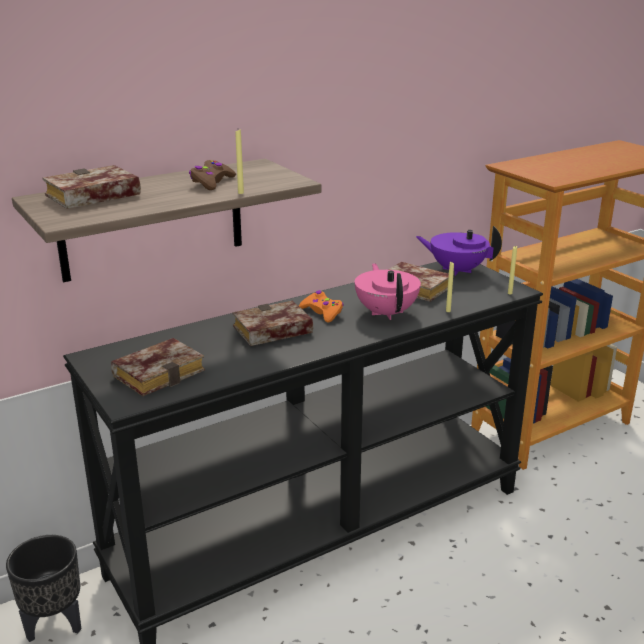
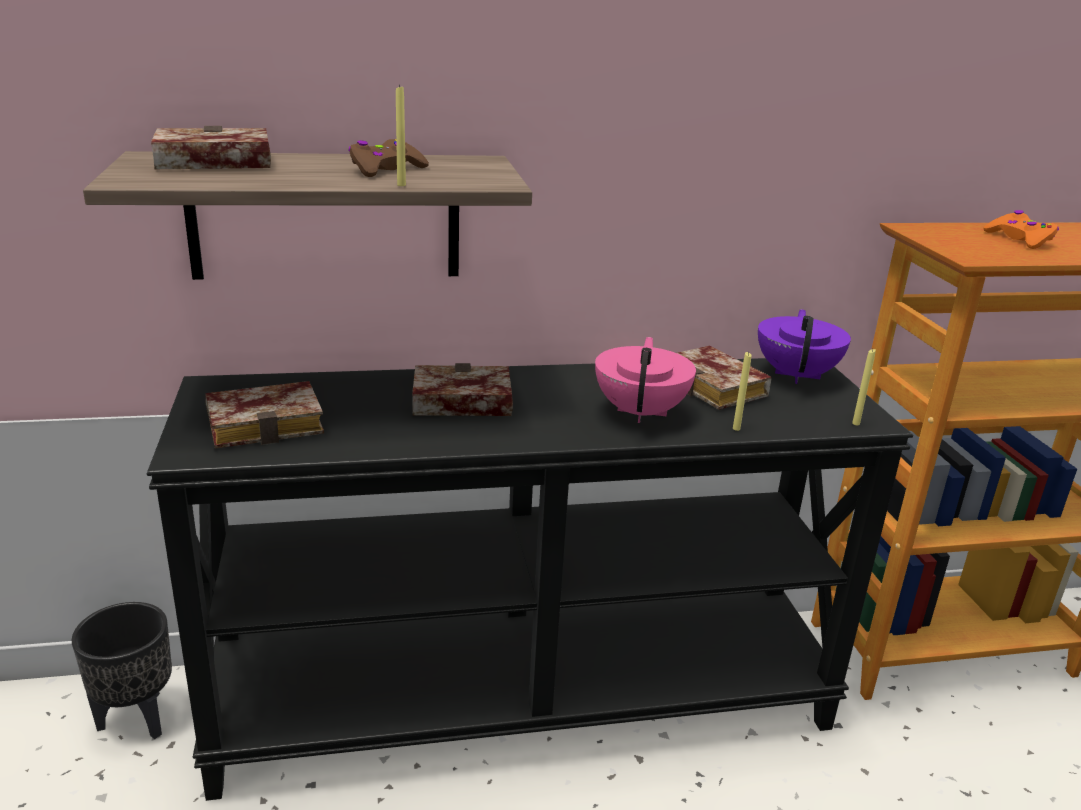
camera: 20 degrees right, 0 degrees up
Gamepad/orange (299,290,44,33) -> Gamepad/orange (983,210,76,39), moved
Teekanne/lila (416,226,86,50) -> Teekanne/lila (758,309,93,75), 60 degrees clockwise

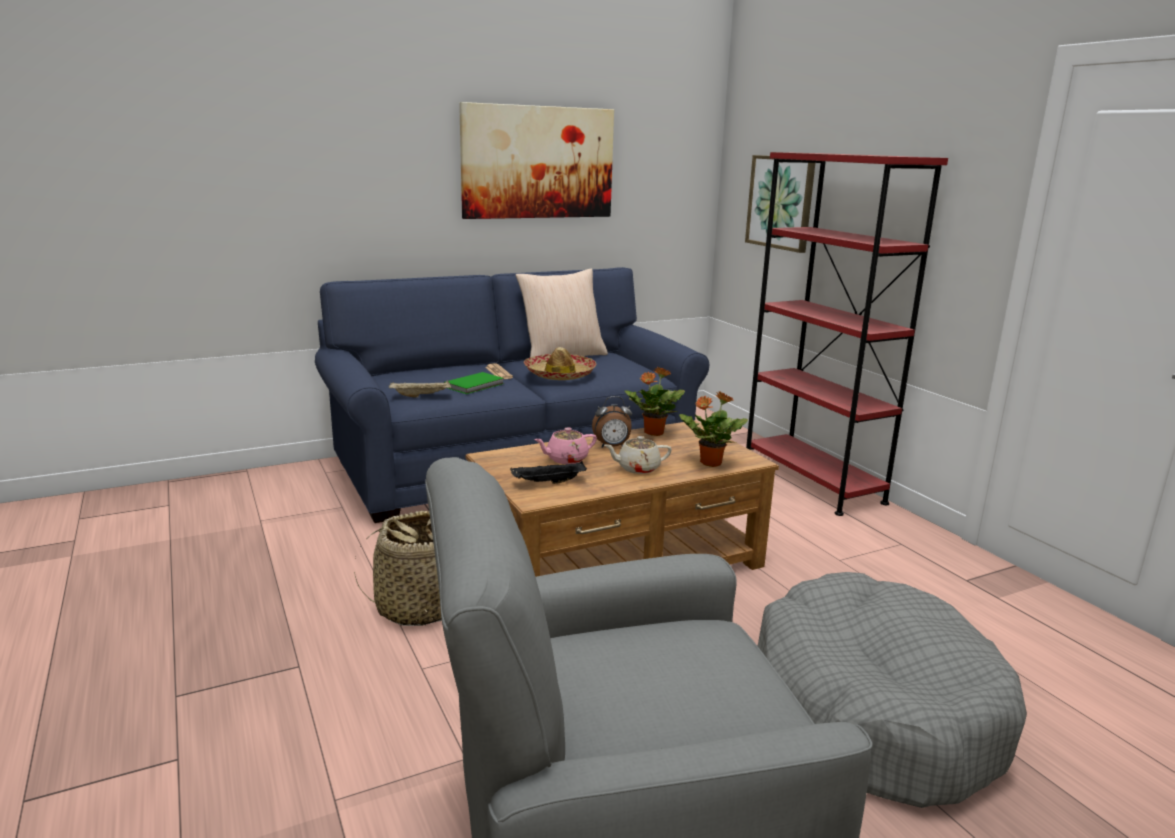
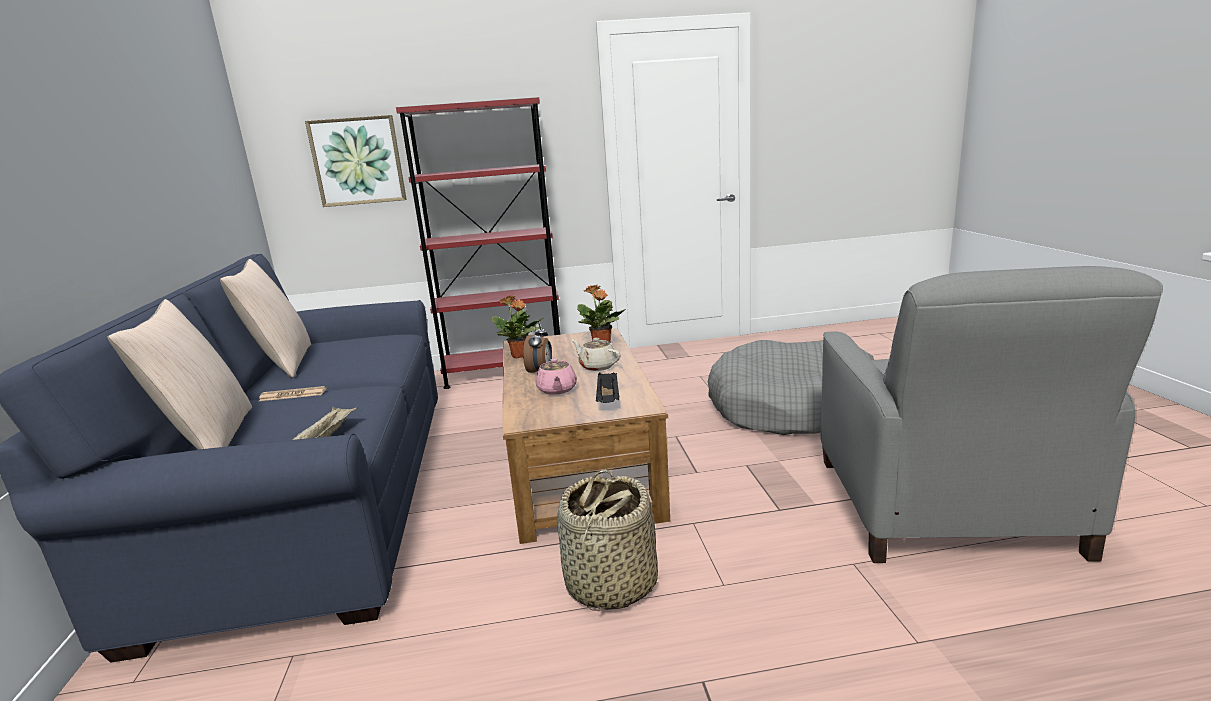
camera: 70 degrees left, 0 degrees up
Buch/grün (444,372,60,22) -> none
Bild (459,102,155,117) -> none
Hut (524,347,72,33) -> none
Teekanne/beige (604,436,68,38) -> Teekanne/beige (572,338,49,33), 120 degrees clockwise
none -> Kissen/beige (108,299,144,151)

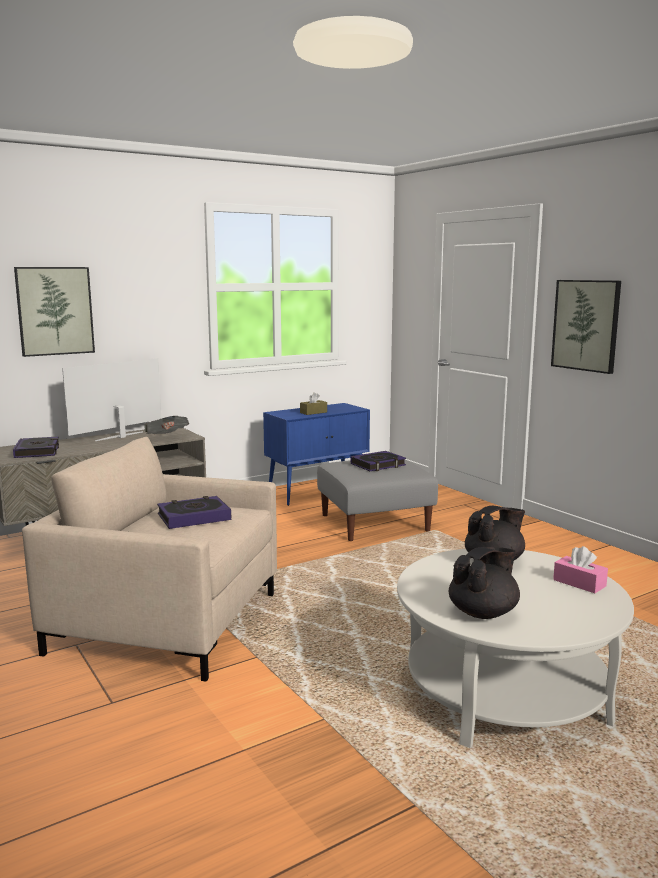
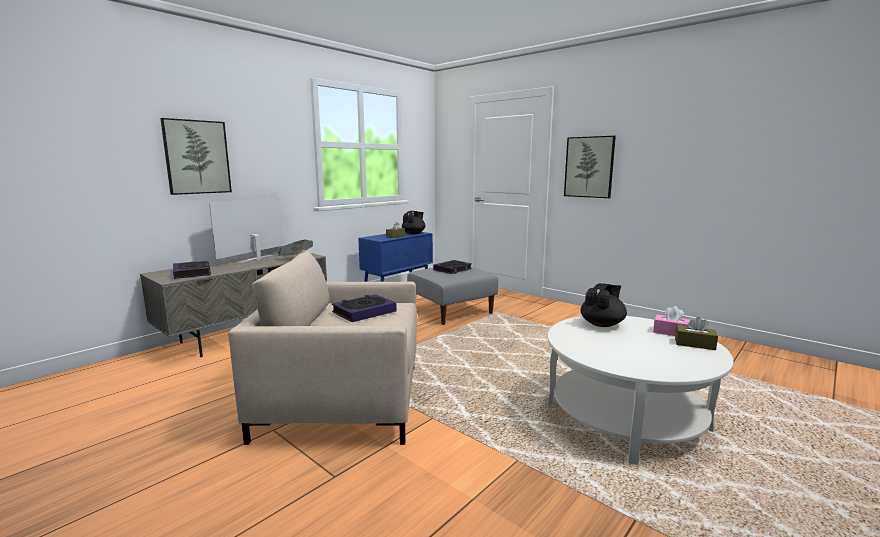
camera: 15 degrees left, 0 degrees up
Teekanne/schwarz (449,547,71,72) -> Teekanne/schwarz (402,211,23,23), moved
none -> Taschentuchbox/braun (675,317,43,33)

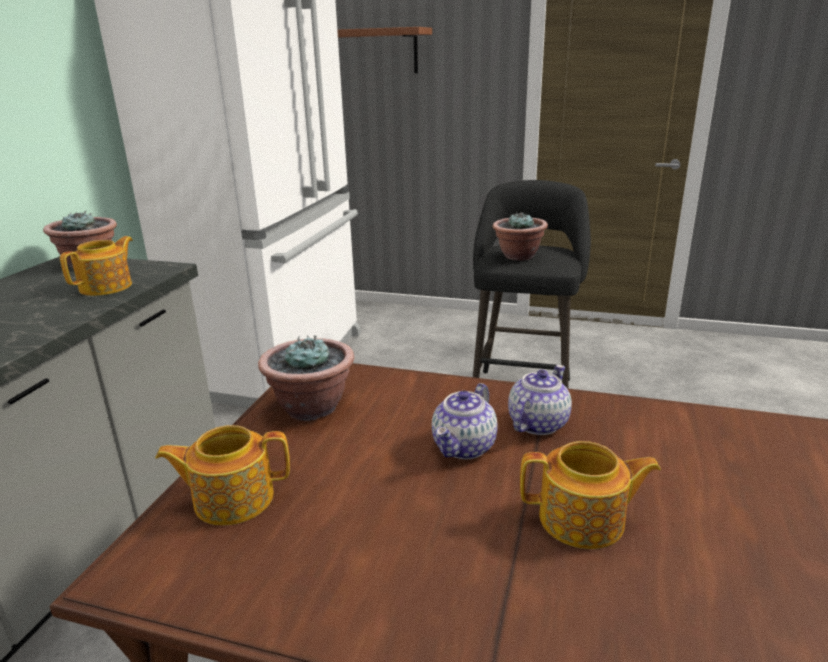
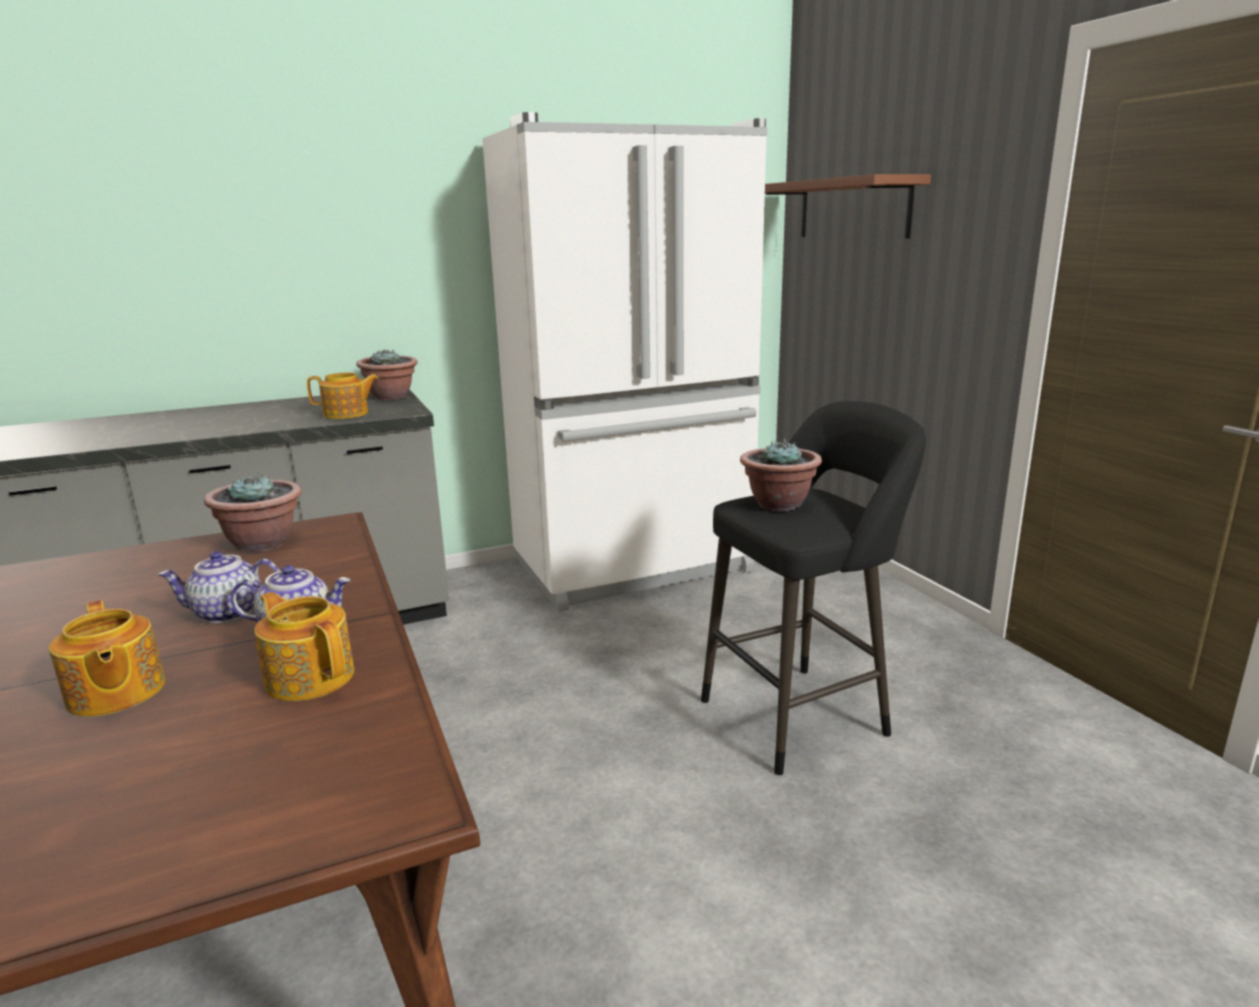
camera: 50 degrees right, 5 degrees down
Teekanne (155,425,135,100) -> Teekanne (254,592,100,109), moved

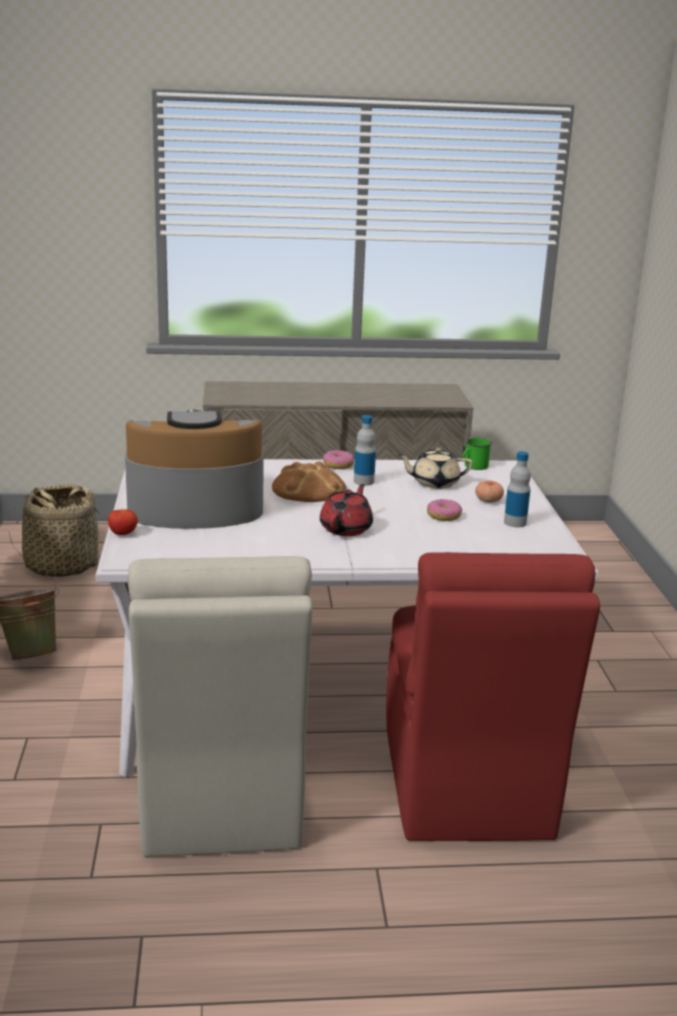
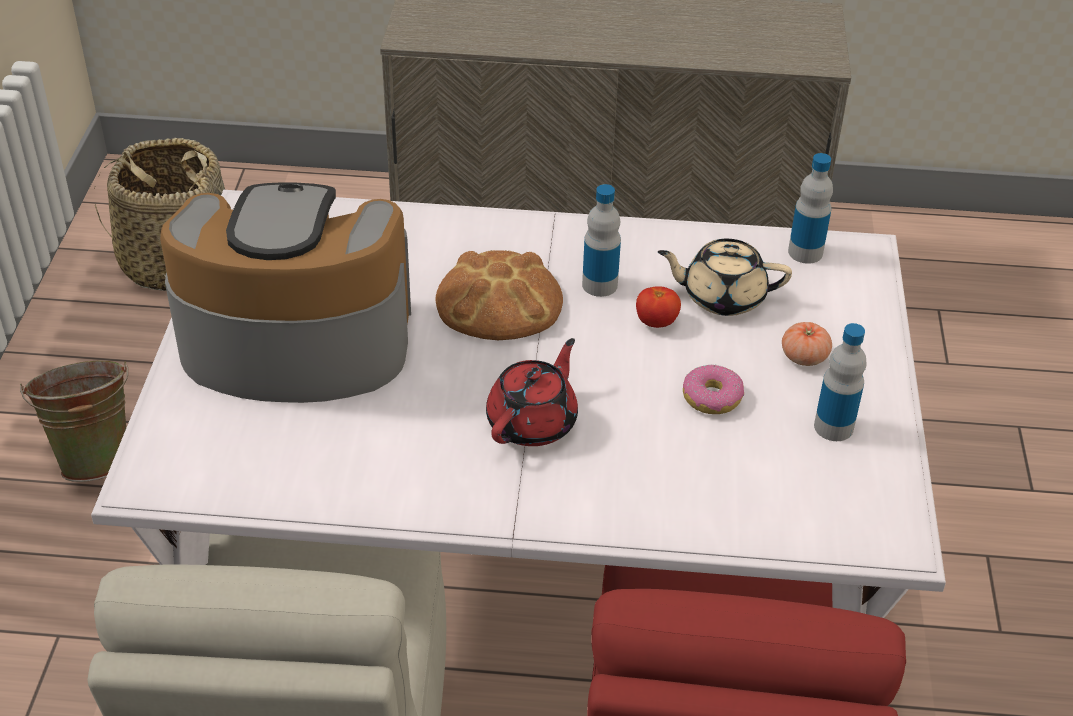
camera: 10 degrees right, 20 degrees up
Tomate (108,509,30,26) -> Tomate (636,286,45,42), moved
Donut (323,450,31,19) -> none
Henkelbecher/grün (463,438,29,32) -> Flasche (788,153,45,111)

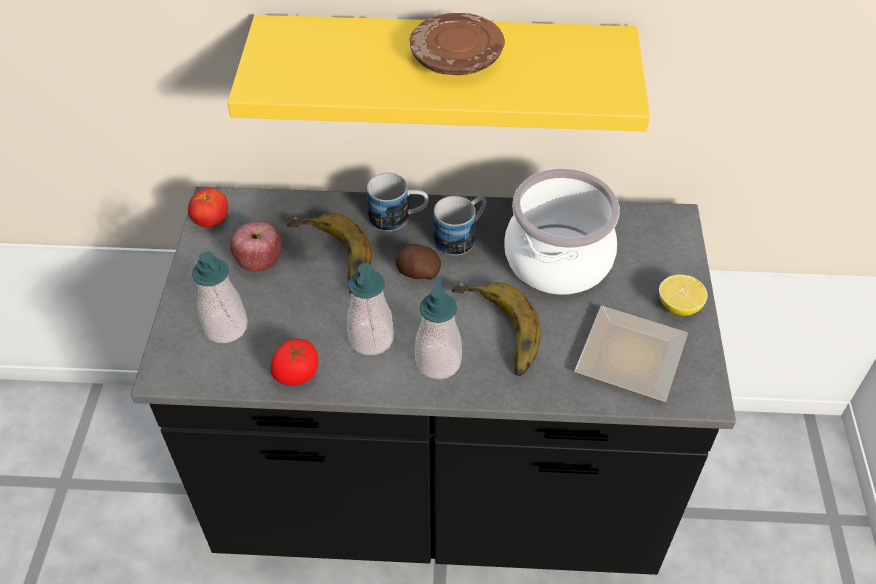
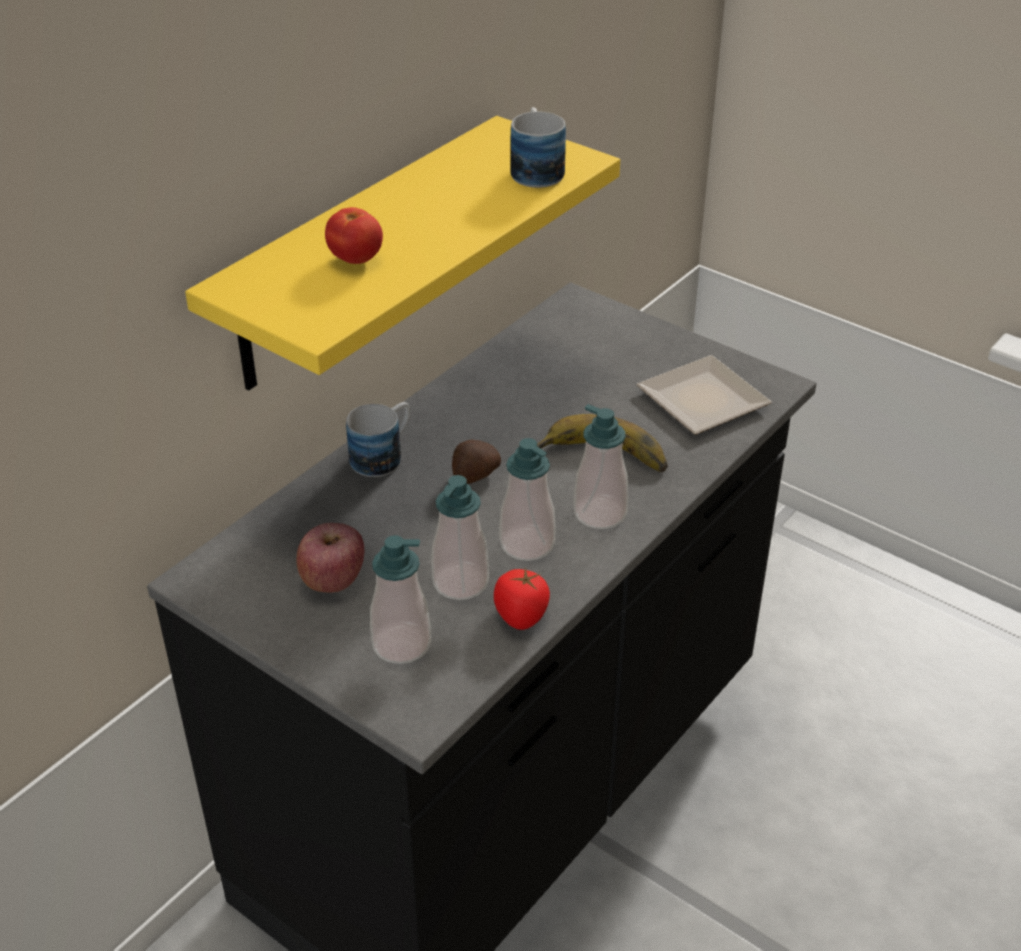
camera: 55 degrees left, 10 degrees down
Tomate (188,188,40,40) -> Tomate (325,207,58,57), moved
Banane (287,213,84,81) -> none
Teller/braun (410,13,95,62) -> none
Henkelbecher (433,196,53,60) -> Henkelbecher (510,107,56,81), moved
Kochtopf (504,168,116,127) -> none
Zitrone (659,274,49,42) -> none
none -> Seifenspender (431,475,58,125)

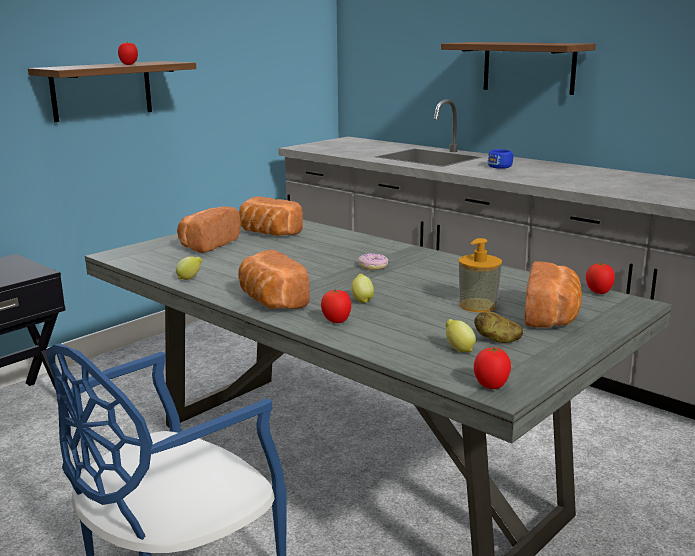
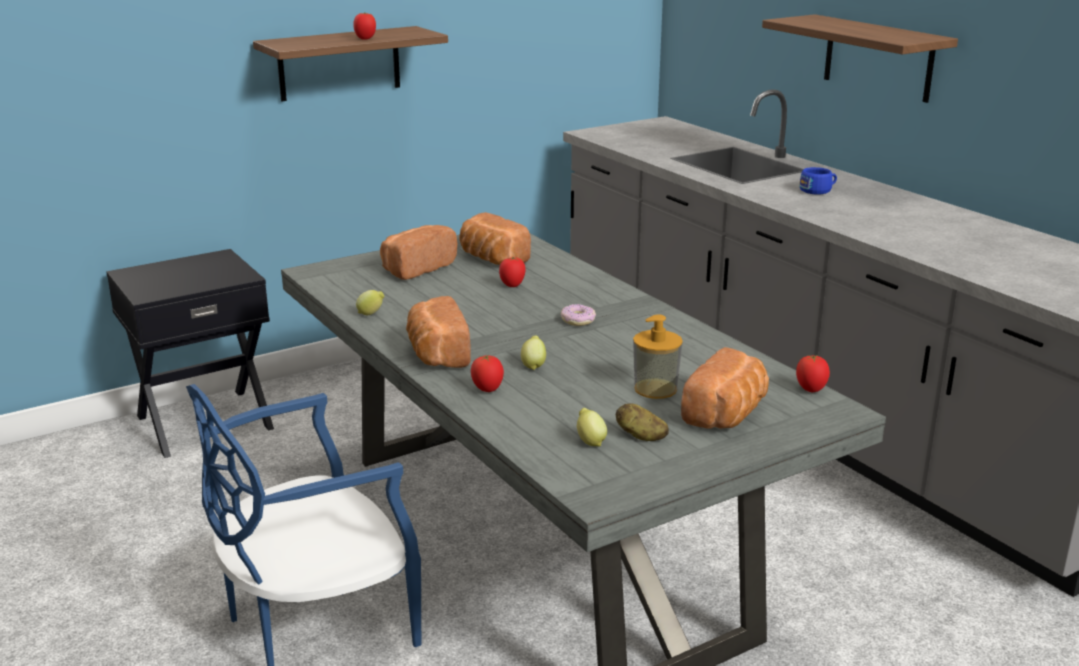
camera: 15 degrees right, 5 degrees up
Tomate (474,347,37,42) -> Tomate (499,257,27,30), moved

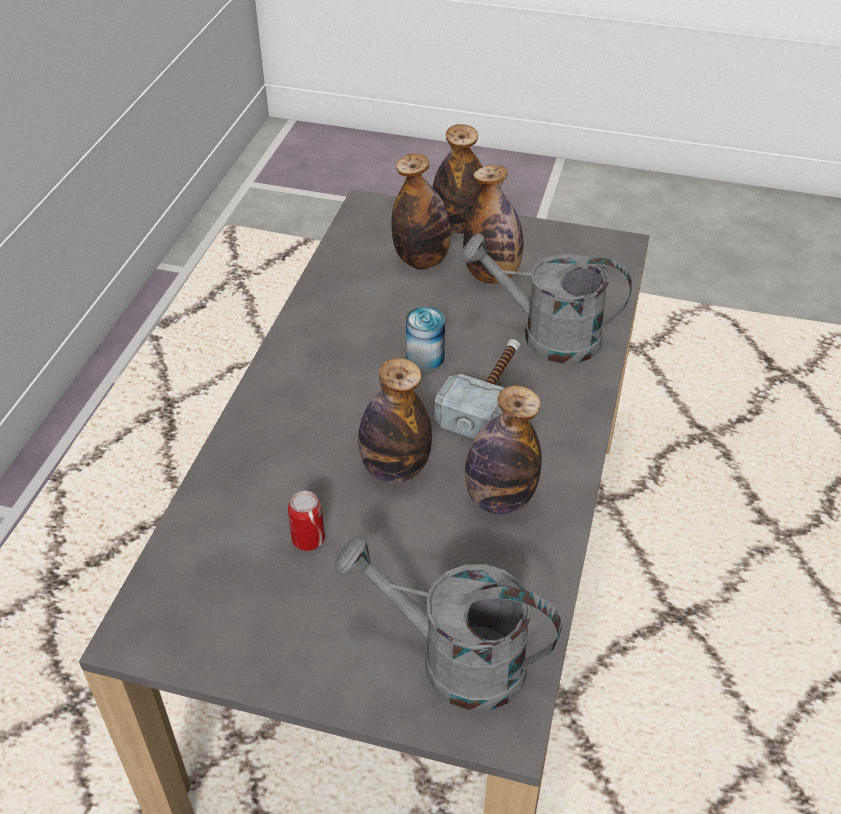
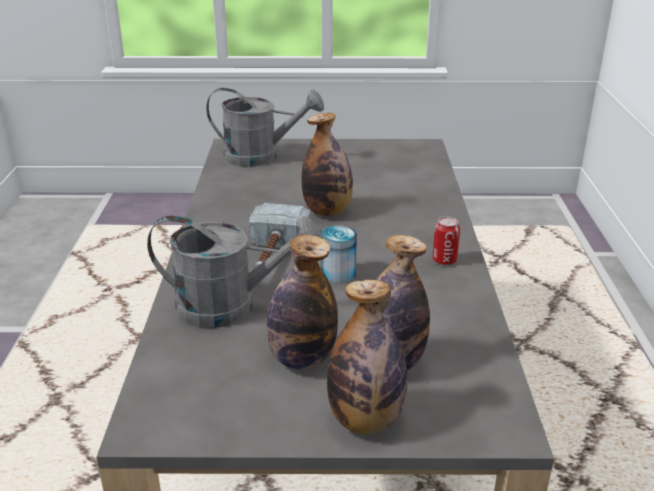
camera: 165 degrees right, 15 degrees down
Dose (288,491,37,60) -> Dose (433,217,27,48), moved
Flasche (465,386,77,129) -> none

